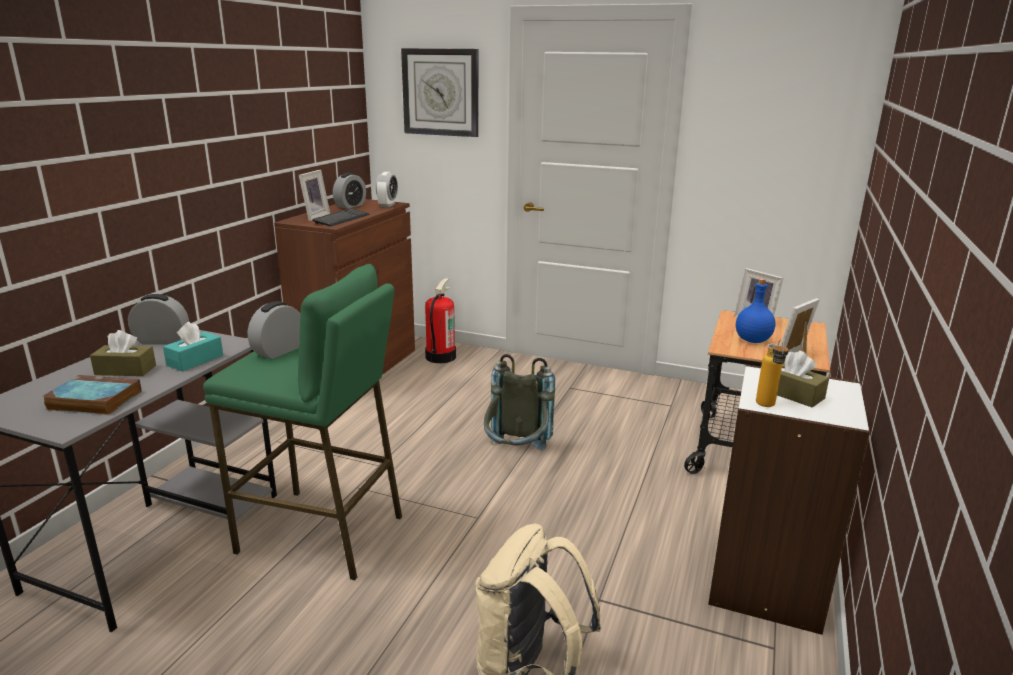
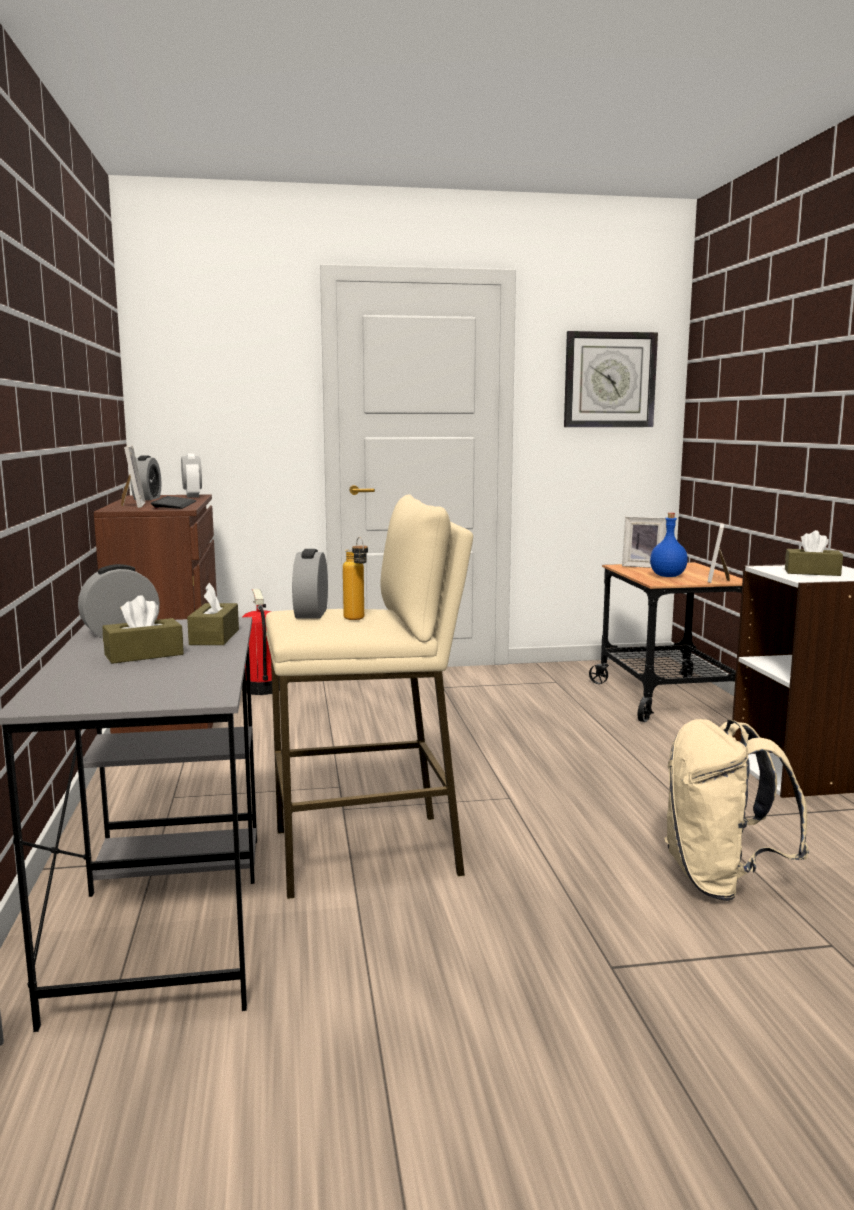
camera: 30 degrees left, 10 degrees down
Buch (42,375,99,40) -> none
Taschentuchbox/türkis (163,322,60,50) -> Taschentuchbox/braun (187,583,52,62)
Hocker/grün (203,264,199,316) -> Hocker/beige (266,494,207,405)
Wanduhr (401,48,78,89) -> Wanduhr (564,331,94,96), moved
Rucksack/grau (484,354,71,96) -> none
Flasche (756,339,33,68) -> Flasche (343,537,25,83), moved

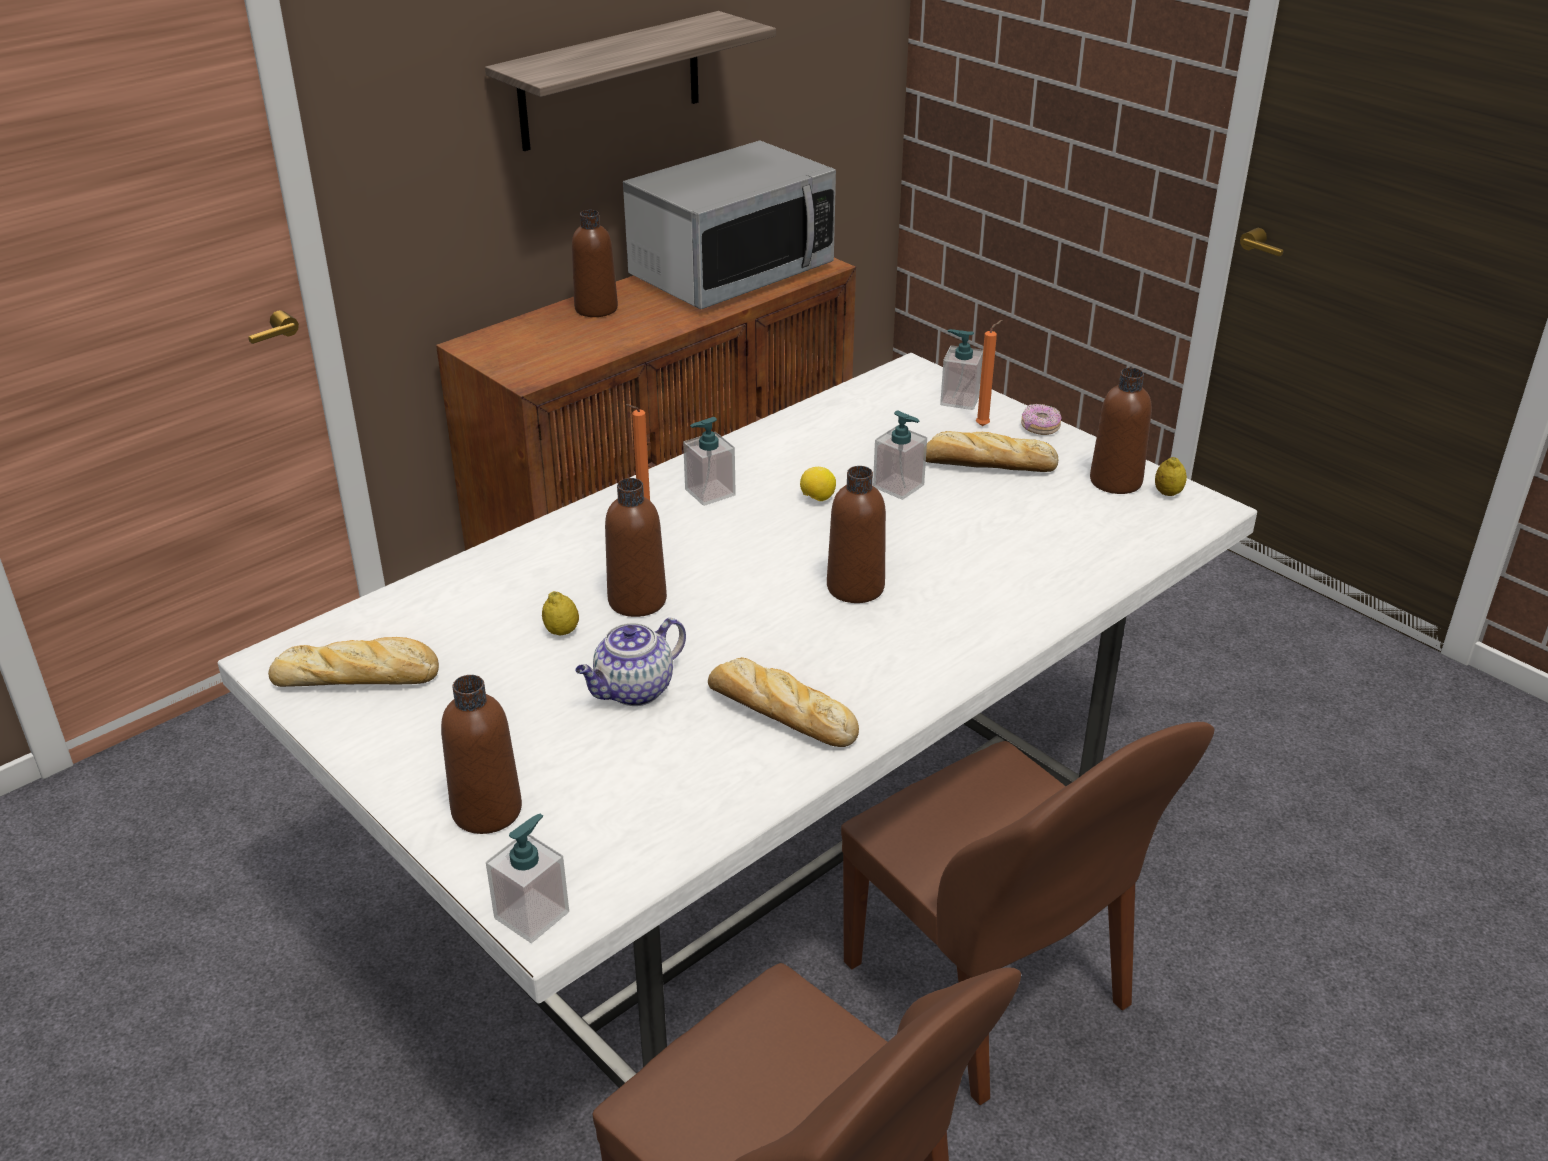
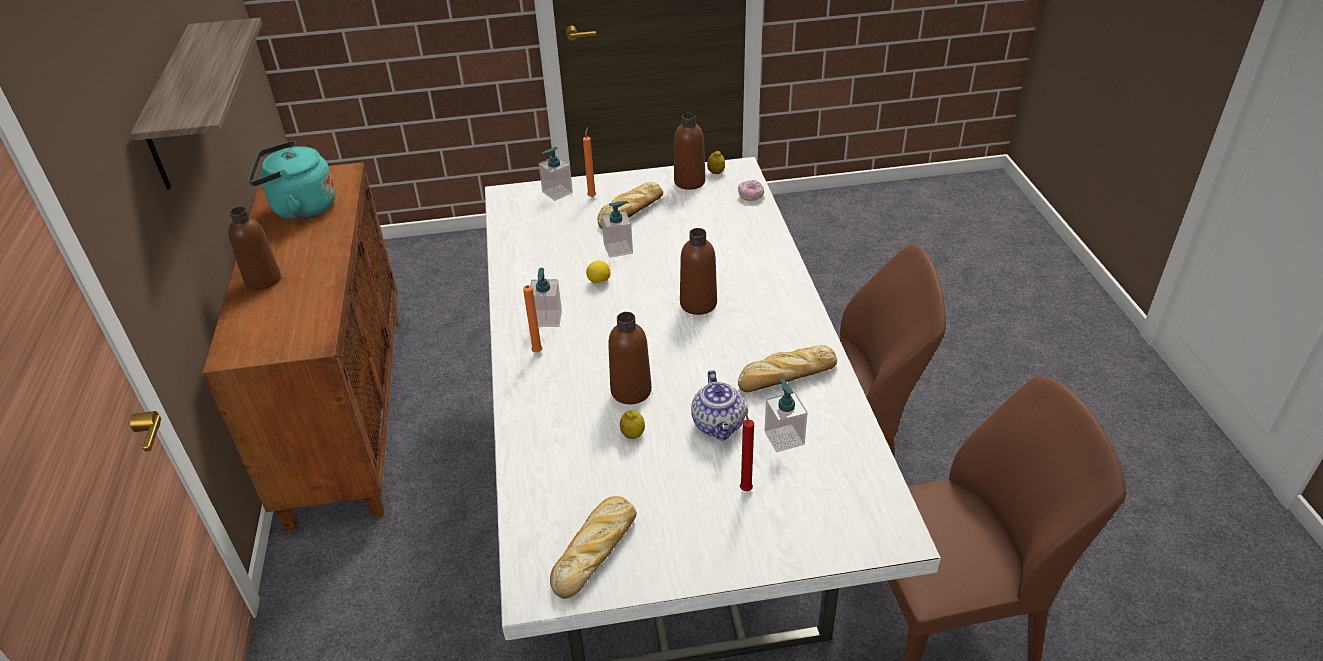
camera: 55 degrees left, 5 degrees up
Flasche/braun (441,675,81,159) -> none
Seifenspender (486,814,83,129) -> Seifenspender (764,378,44,74), moved
Mikrowelle (623,141,213,168) -> Wasserkessel/türkis (249,141,87,79)
Donut (1021,404,40,31) -> Donut (738,180,26,21), moved
none -> Kerze/rot (740,407,14,84)

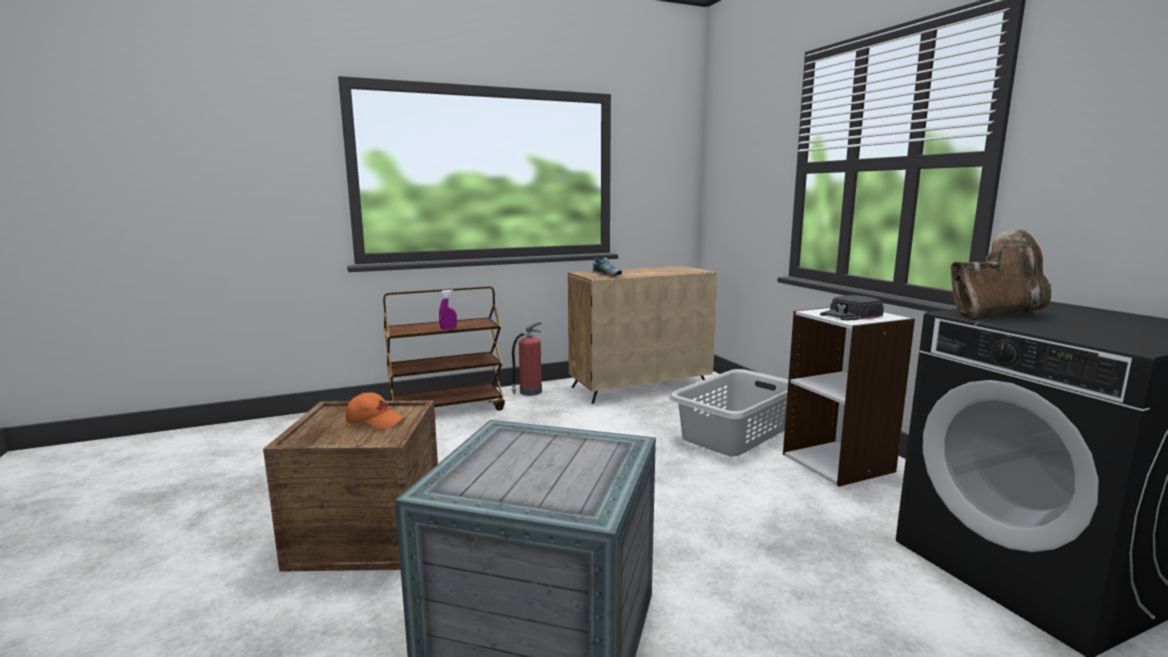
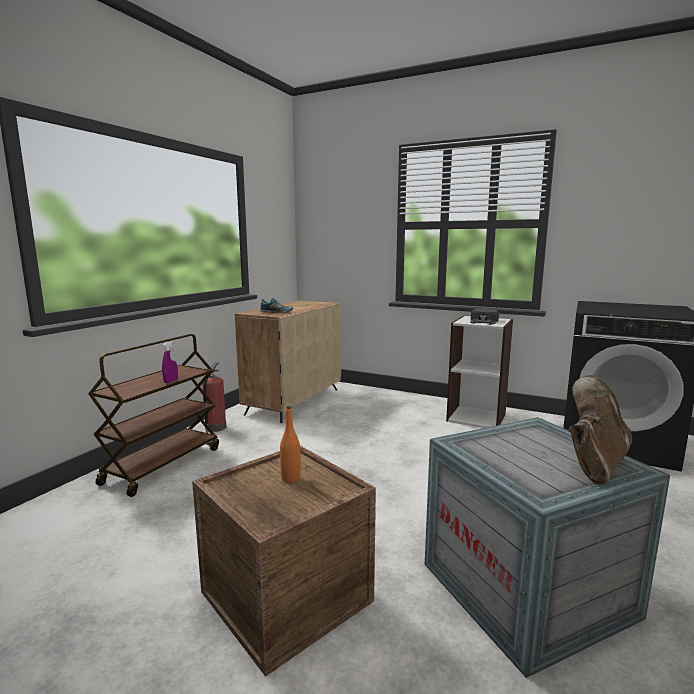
camera: 40 degrees left, 0 degrees up
Kappe/orange (345,393,59,36) -> Flasche/orange (280,406,21,77)
Wäschekorb/grau (669,369,119,87) -> none
Stiefel/braun (951,229,100,89) -> Stiefel/braun (569,375,63,110), moved

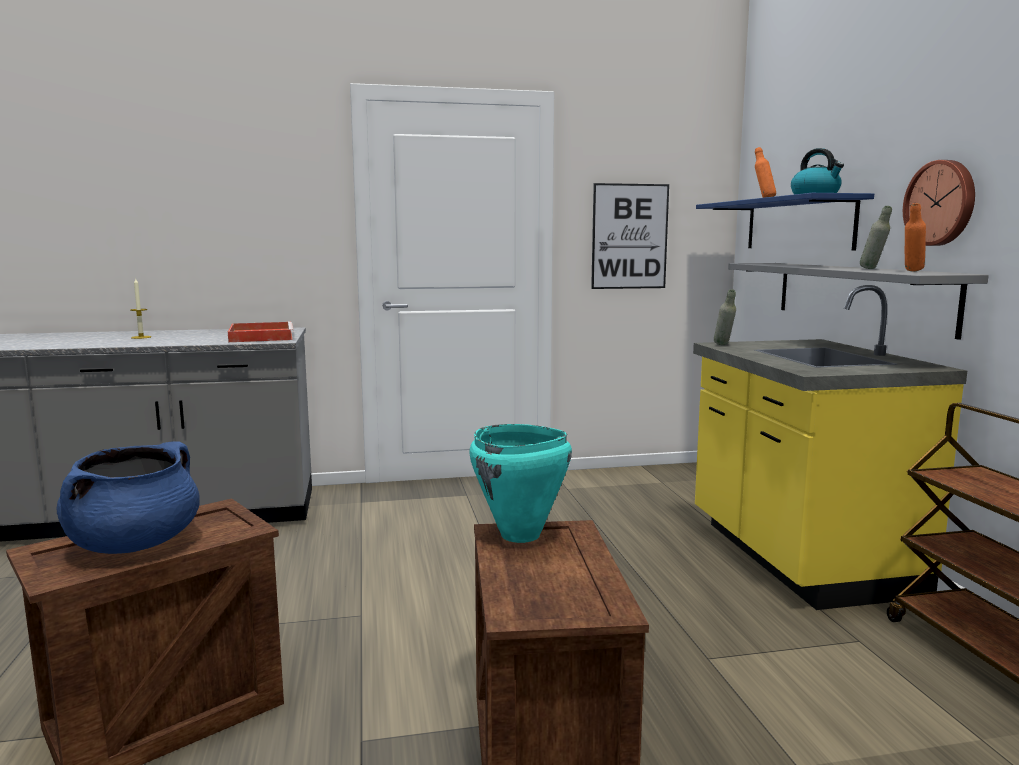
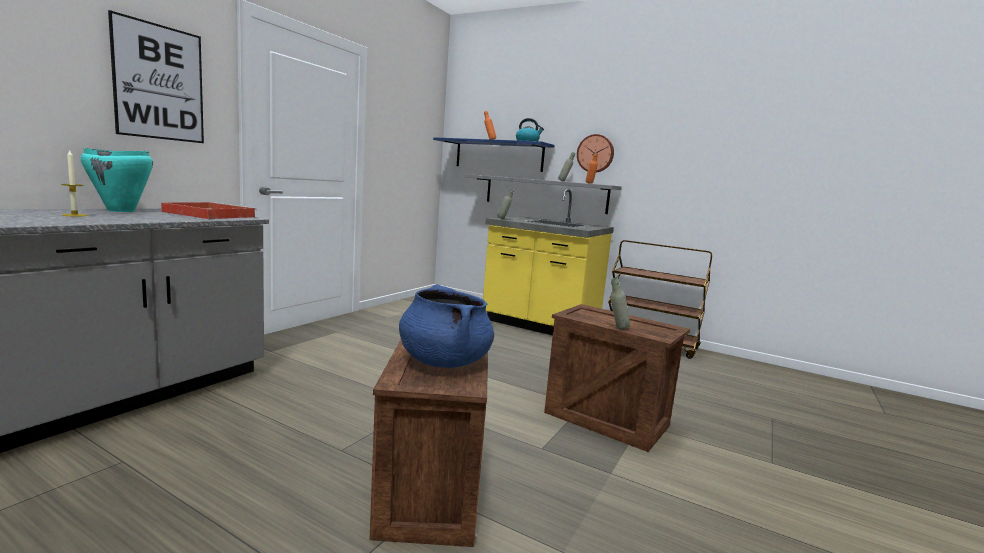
camera: 50 degrees left, 0 degrees up
Kochtopf/türkis (469,424,103,119) -> Kochtopf/türkis (81,148,72,64), moved
Bild (591,183,78,106) -> Bild (108,10,96,133), moved
none -> Flasche/grau (610,278,20,51)

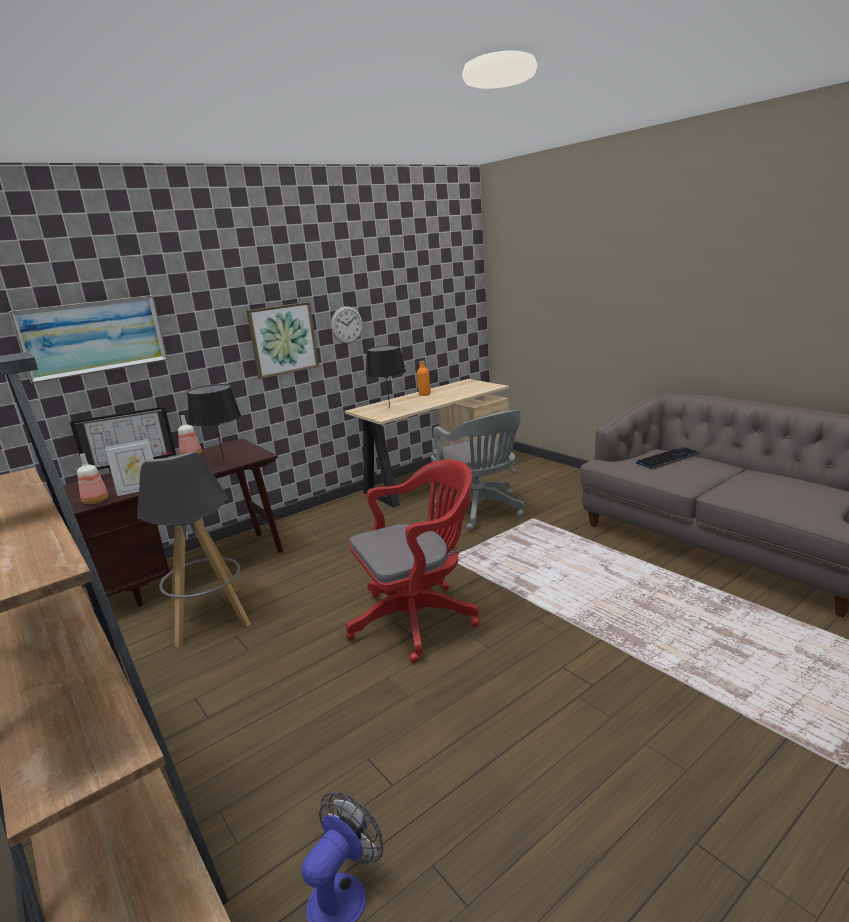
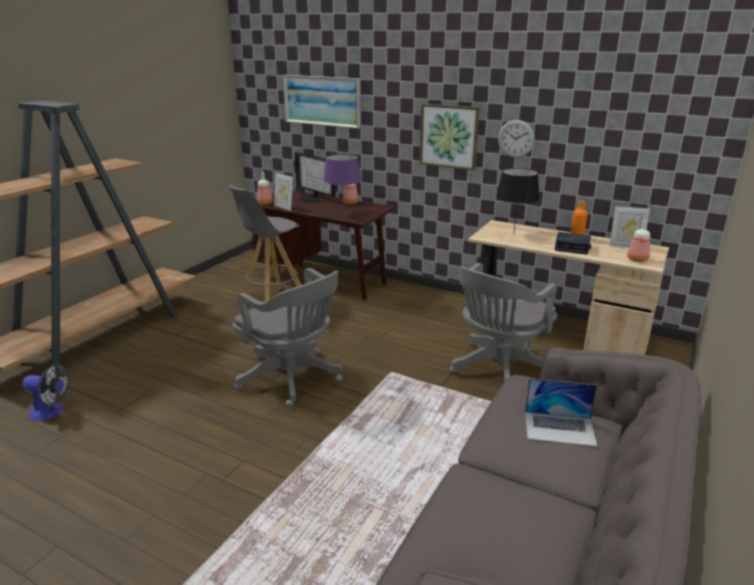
camera: 65 degrees right, 5 degrees up
Tischlampe/schwarz (187,384,54,76) -> Tischlampe/lila (323,154,38,60)
Bürostuhl/rot (346,459,133,204) -> Bürostuhl/grau (233,268,109,140)
Tastatur (636,447,64,22) -> Laptop (525,379,72,68)
none -> Wecker (555,232,36,22)
none -> Bilderrahmen (609,206,41,42)
none -> Flasche (627,220,23,42)

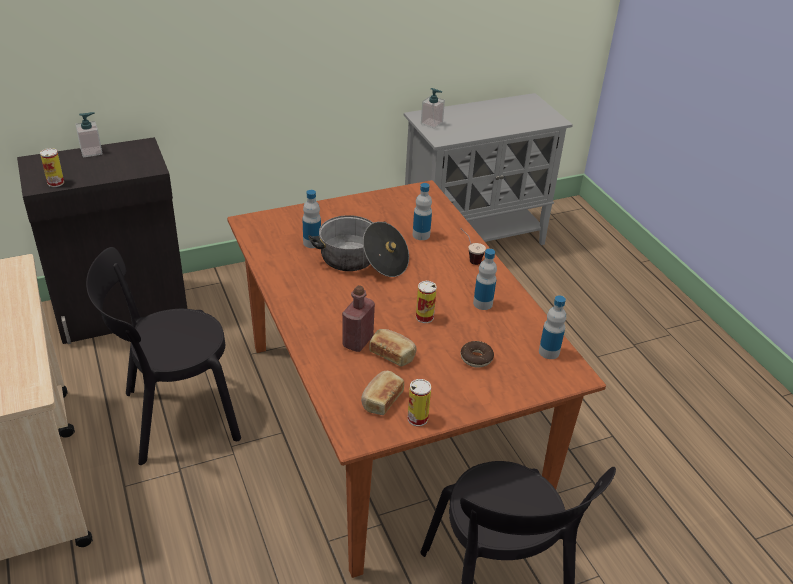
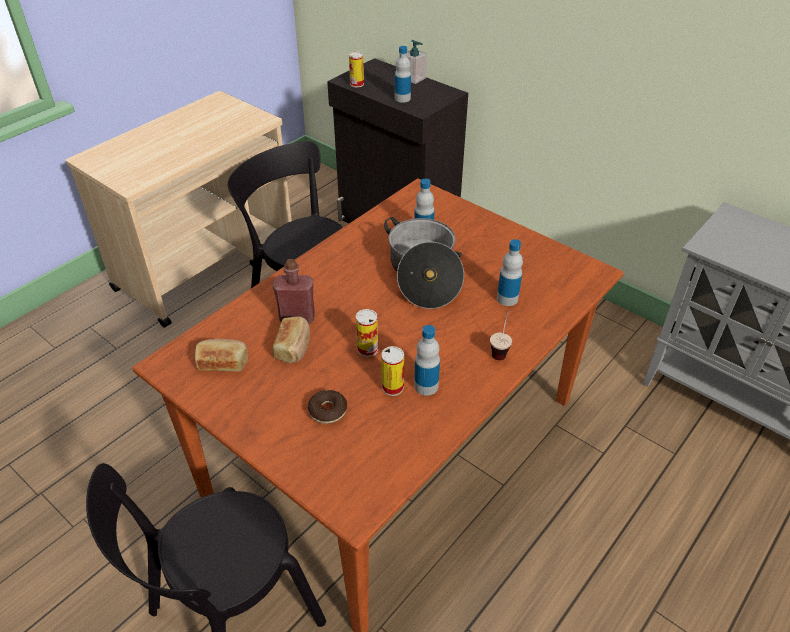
camera: 65 degrees right, 5 degrees up
Dose (407,379,24,47) -> Dose (381,346,23,50), moved
Seifenspender (421,88,24,41) -> none
Flasche (539,295,27,64) -> Flasche (395,46,16,57), moved

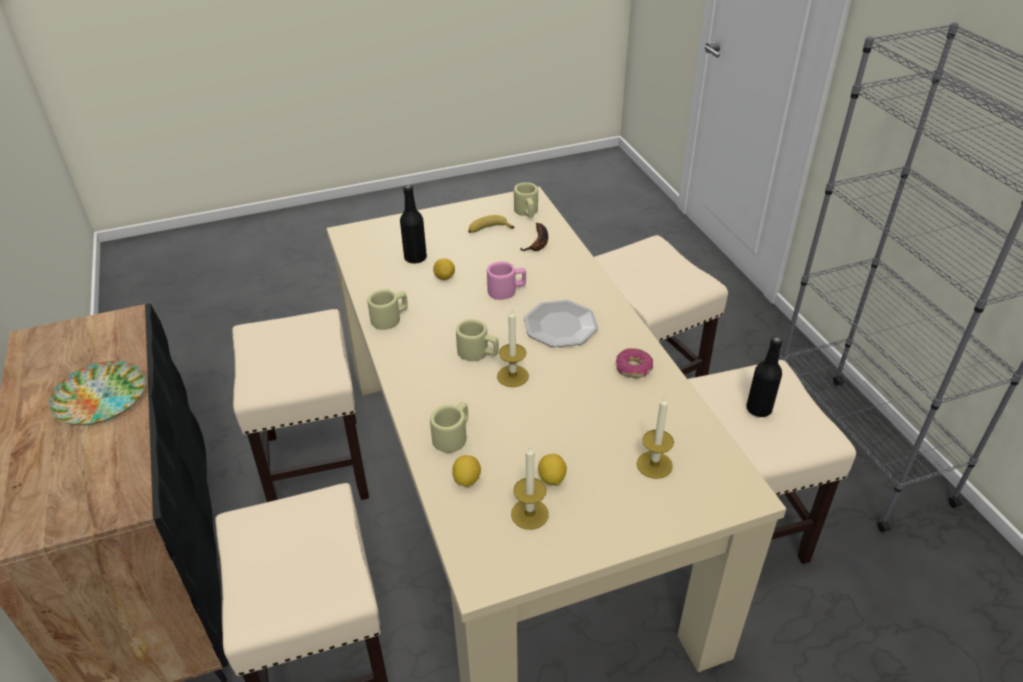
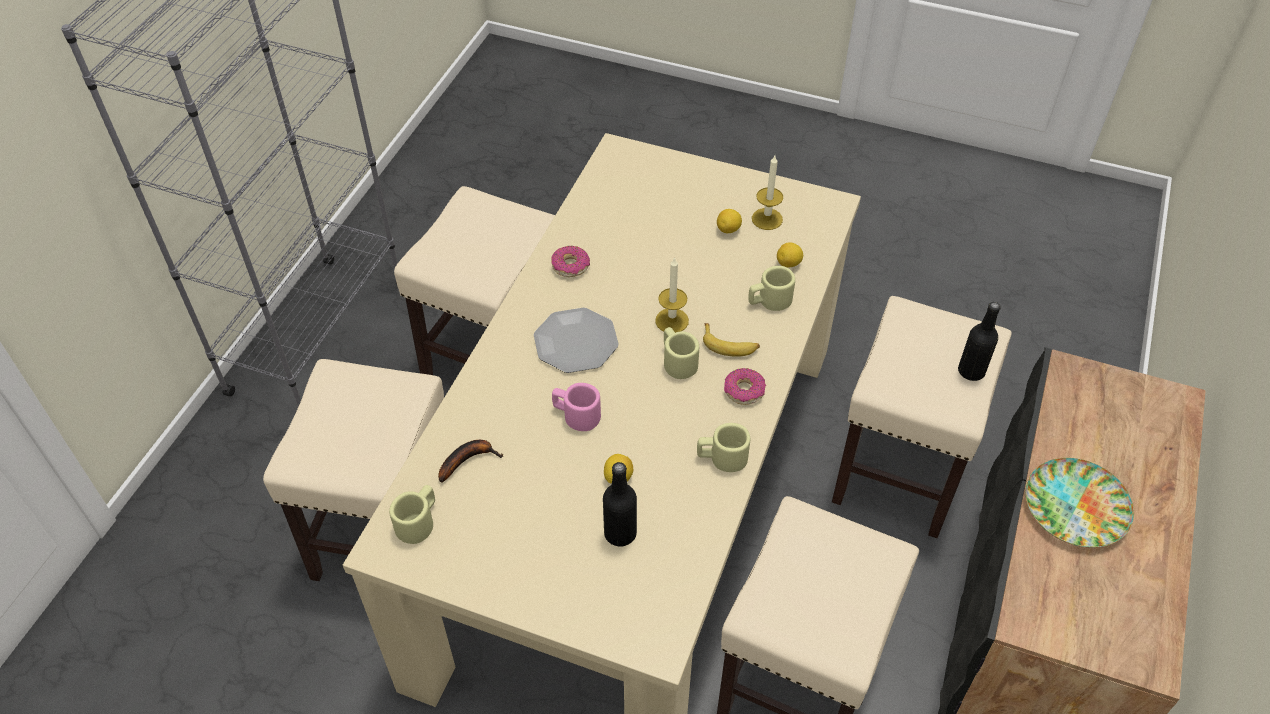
camera: 140 degrees left, 10 degrees up
Banane (468,215,46,18) -> Banane (703,323,57,34), moved
Kerze (637,397,37,82) -> none
Flasche/schwarz (746,336,36,81) -> Flasche/schwarz (958,302,42,79), moved
none -> Donut (724,368,42,37)

